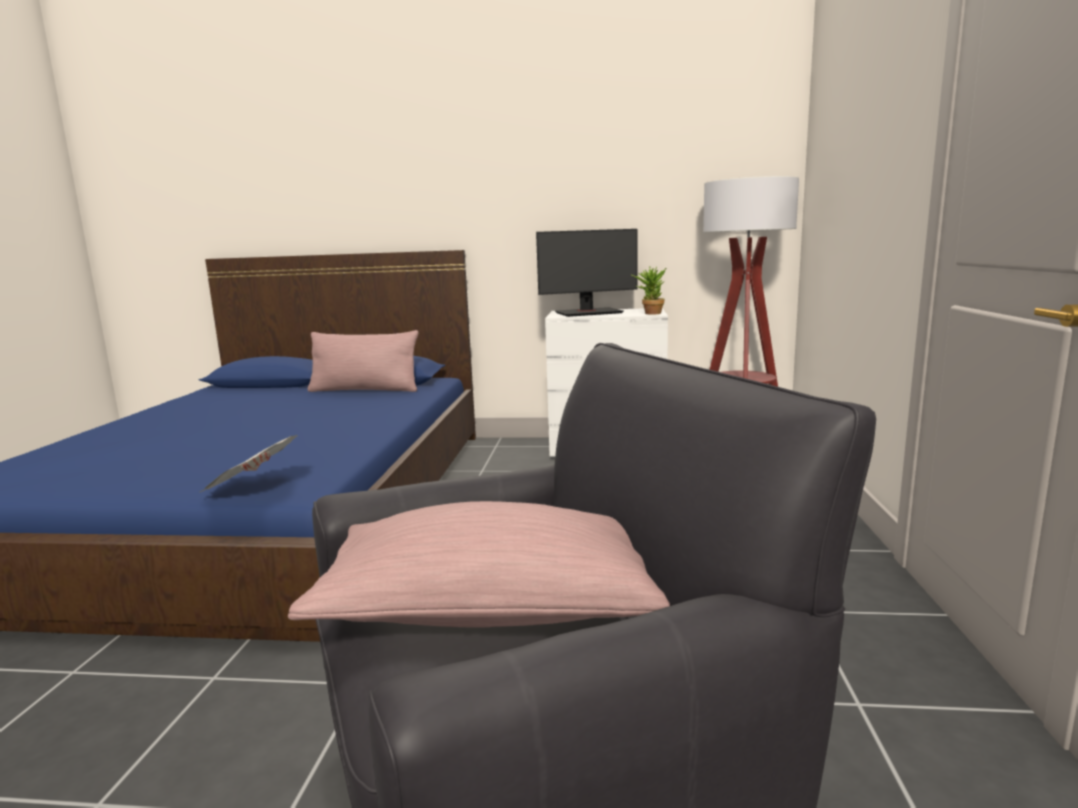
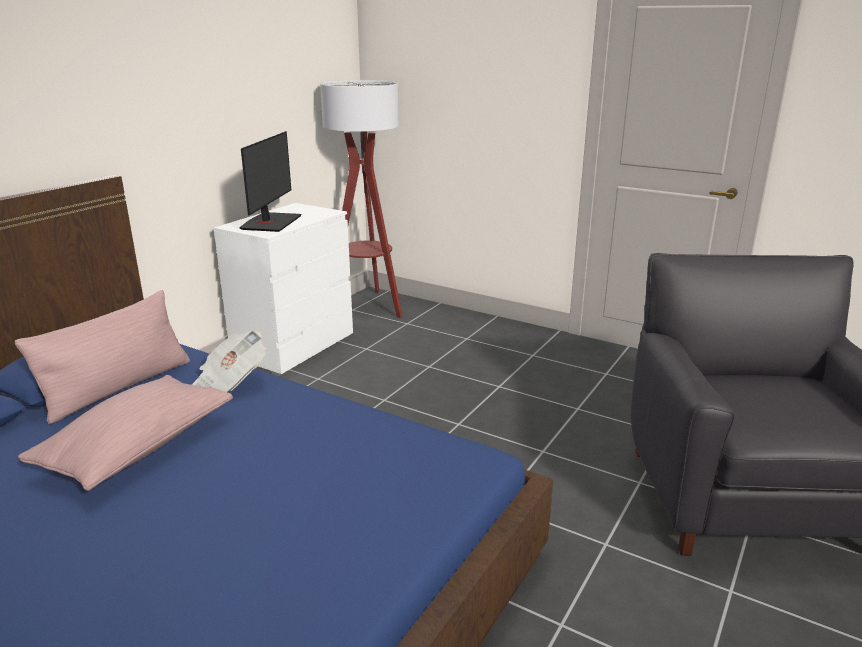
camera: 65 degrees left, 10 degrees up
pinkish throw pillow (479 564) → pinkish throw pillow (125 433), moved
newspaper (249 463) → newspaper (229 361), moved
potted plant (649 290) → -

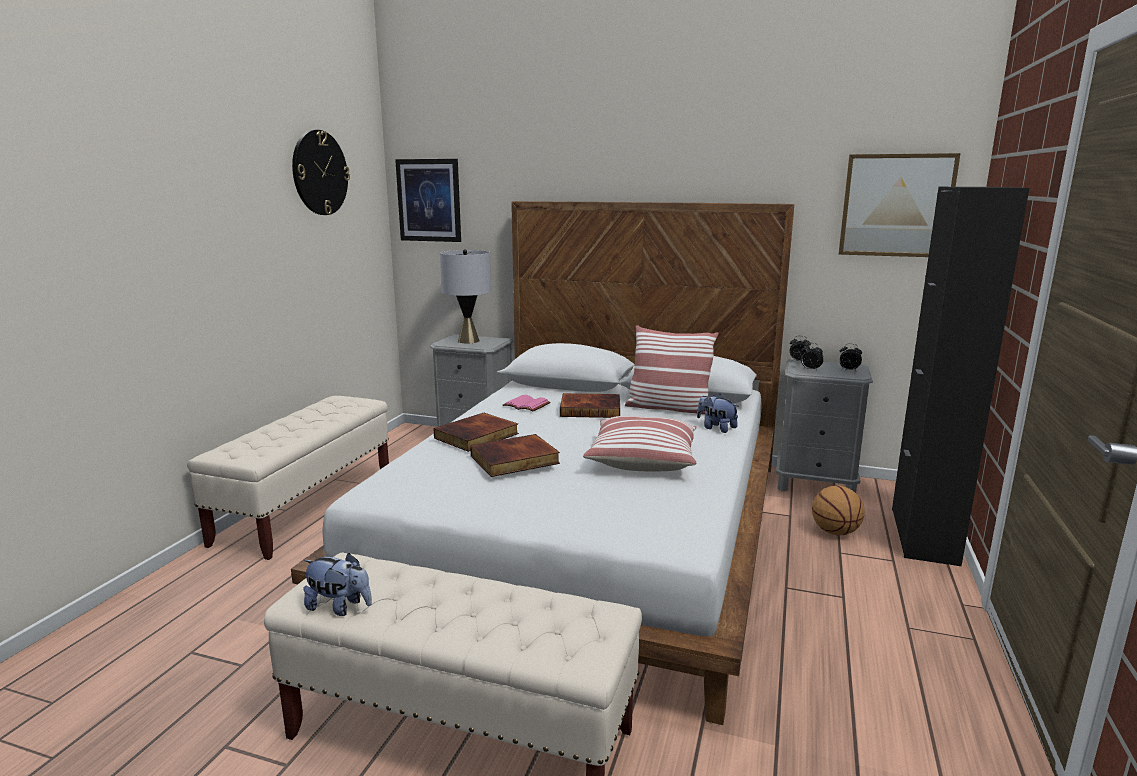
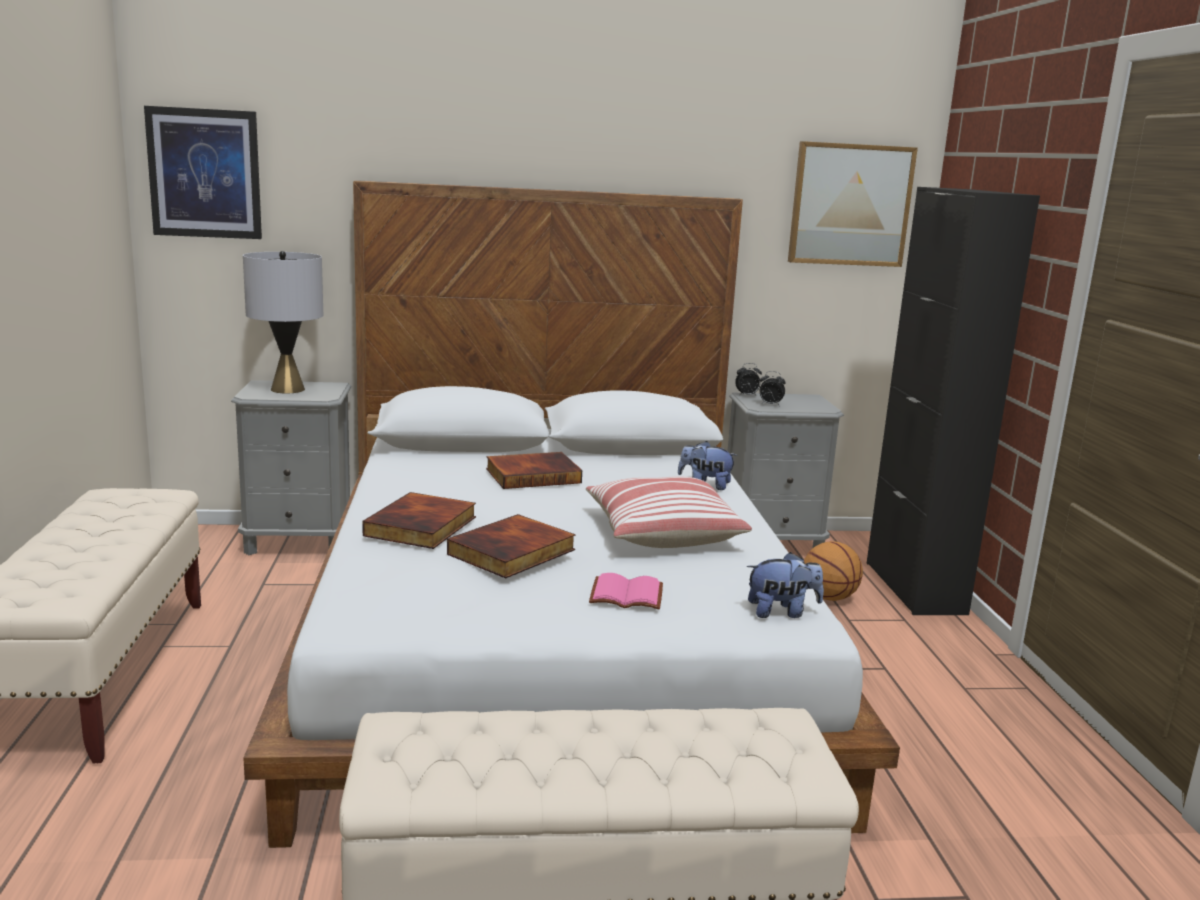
camera: 25 degrees left, 0 degrees up
pinkish volume (527 403) → pinkish volume (626 591), moved
cuddly toy (337 584) → cuddly toy (785 585), moved
hanging clock (321 172) → -
throw pillow (672 370) → -
table clock (851 357) → -

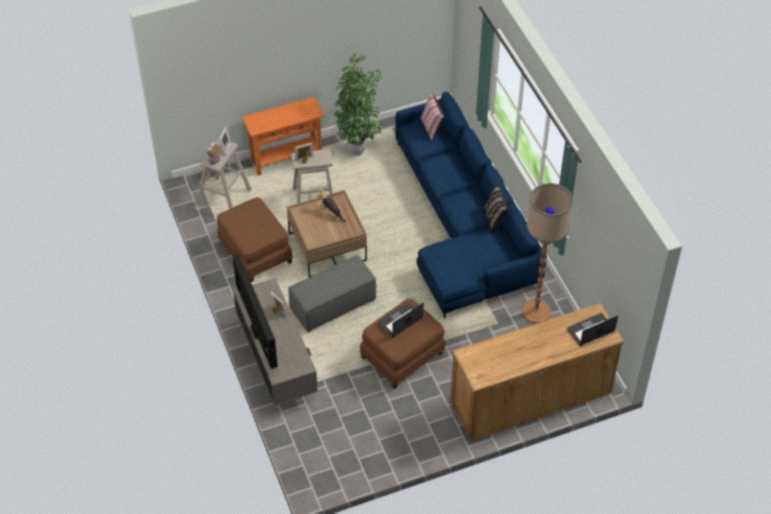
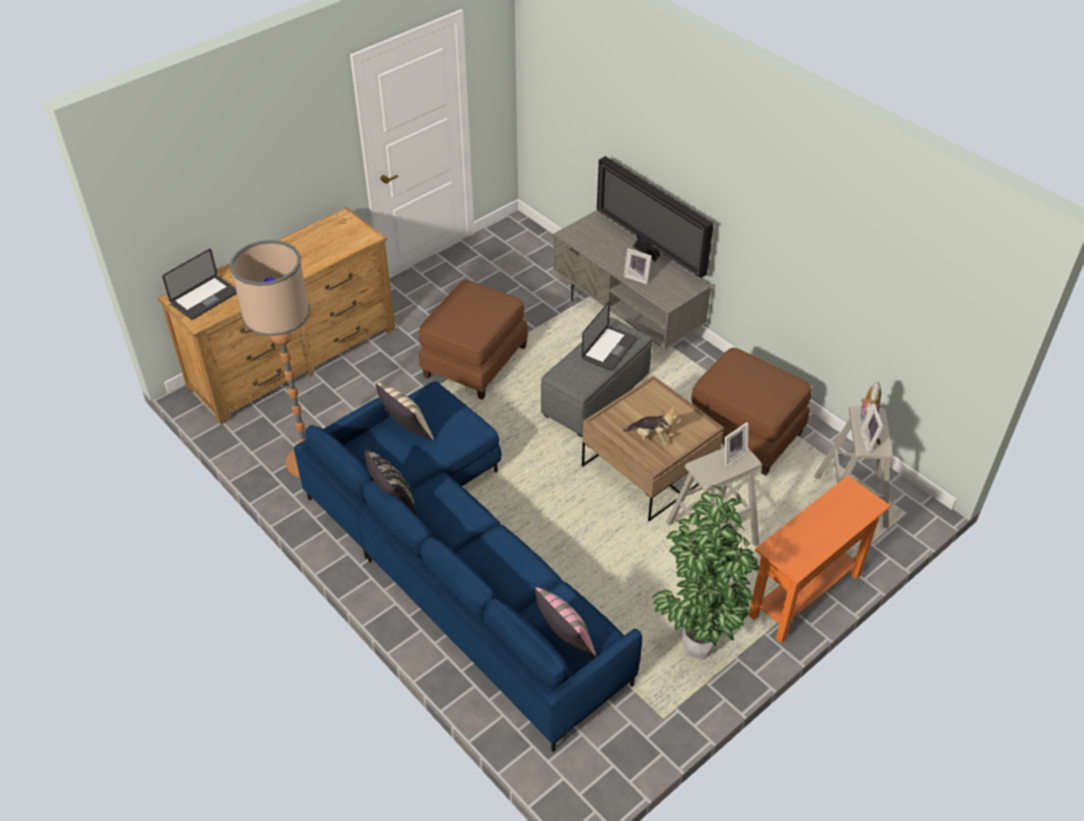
camera: 160 degrees right, 5 degrees down
- → beige-coloured throw pillow (405 412)
laptop (401 319) → laptop (609 336), moved

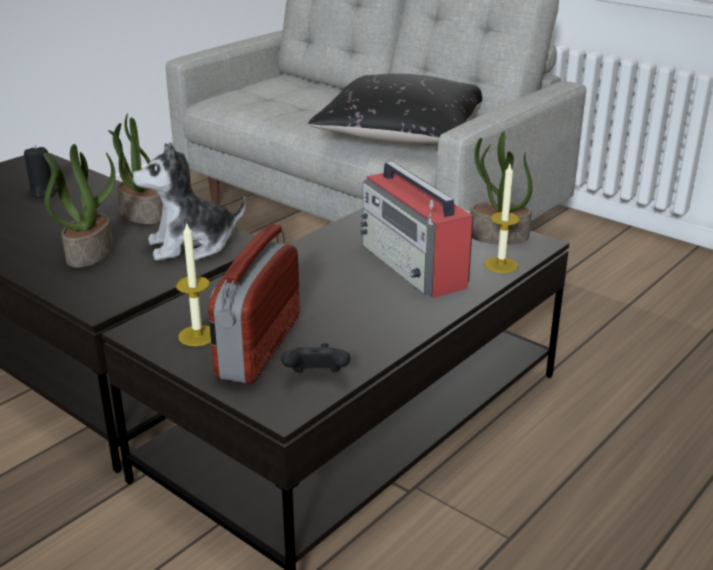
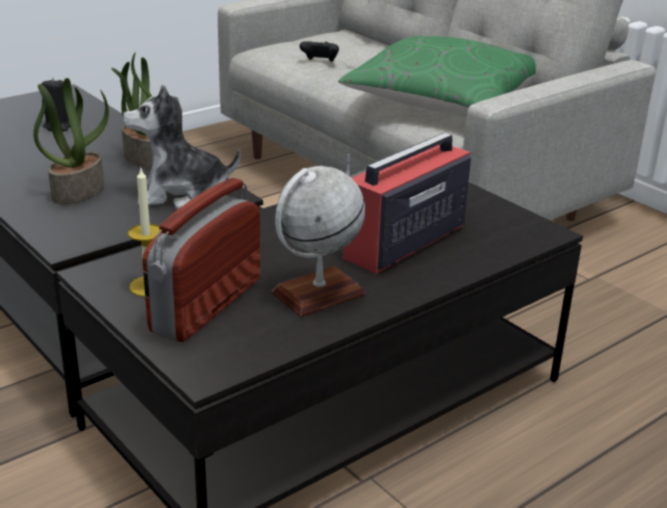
camera: 10 degrees right, 0 degrees up
- → globe (318 241)
blackish game controller (315 358) → blackish game controller (319 51), moved
blackish throw pillow (395 108) → green throw pillow (437 75)
radio receiver (416 229) → radio receiver (405 203), 60 degrees clockwise
potted plant (501 188) → -
candle (502 218) → -

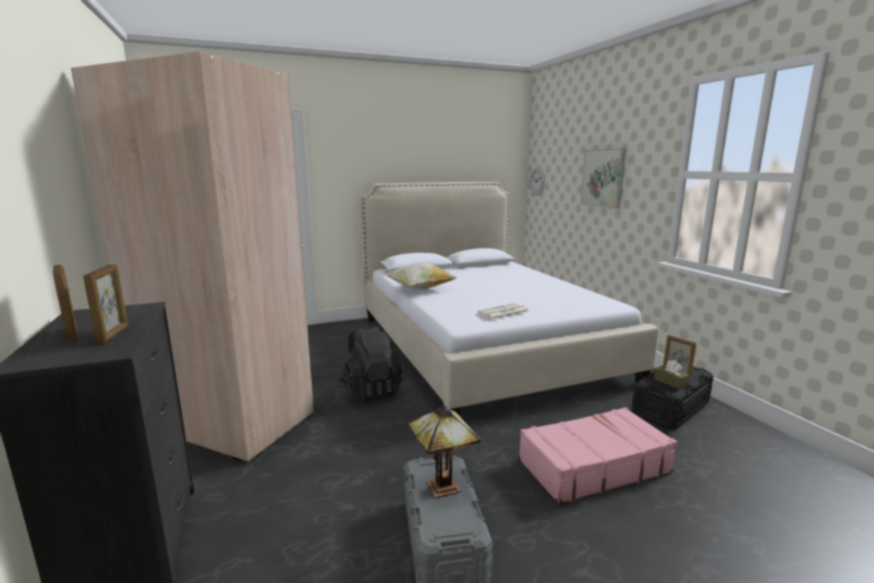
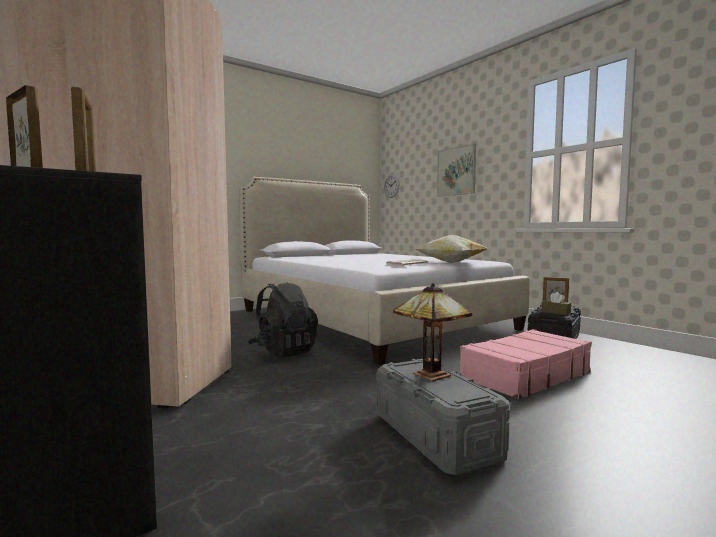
camera: 15 degrees left, 10 degrees down
throw pillow (421 276) → throw pillow (451 249), moved

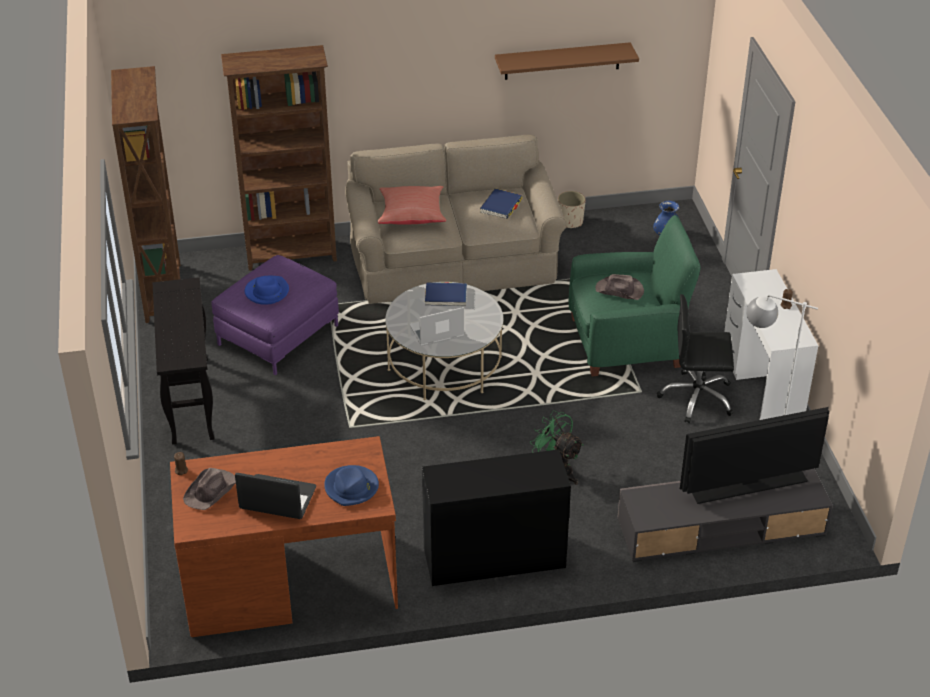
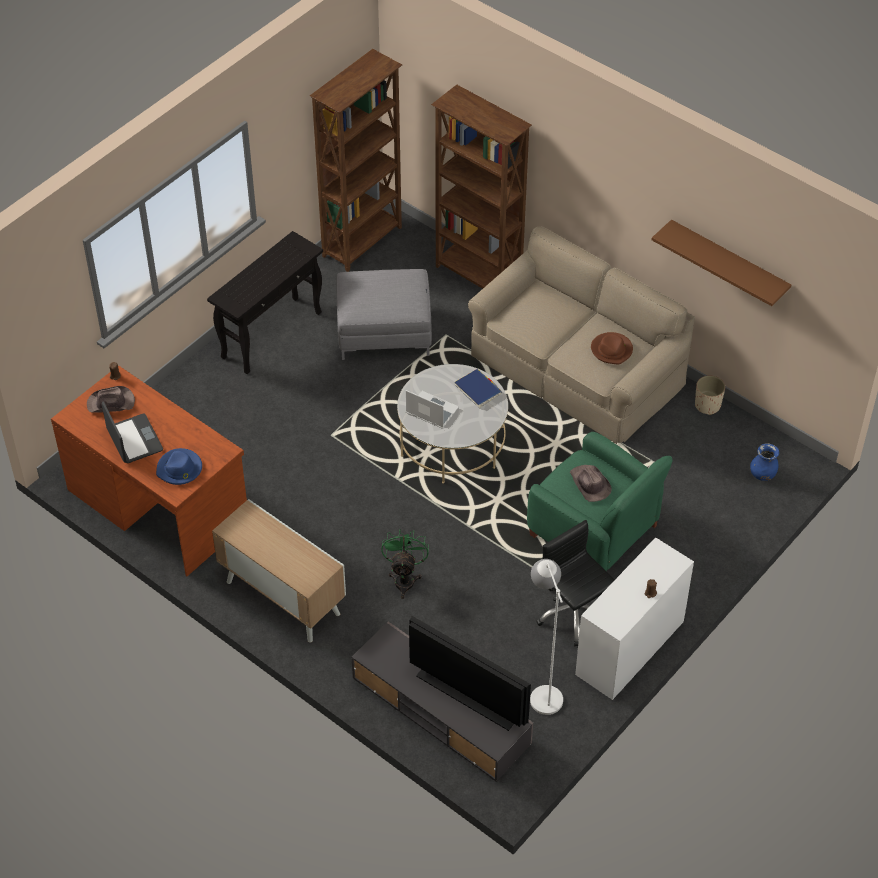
camera: 50 degrees right, 10 degrees up
blackish desk table (496 517) → storage cabinet (279 571)
purple pouffe (275 315) → grey pouffe (384 314)
blue-coloured volume (501 203) → brownish clothing hat (612 348)
blue-coloured clothing hat (267 290) → -
red throw pillow (412 205) → -

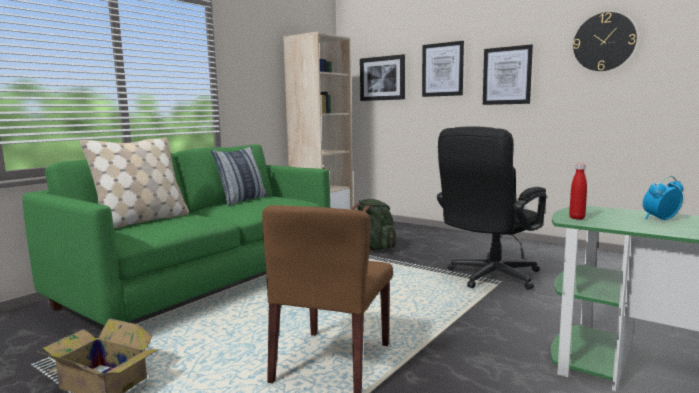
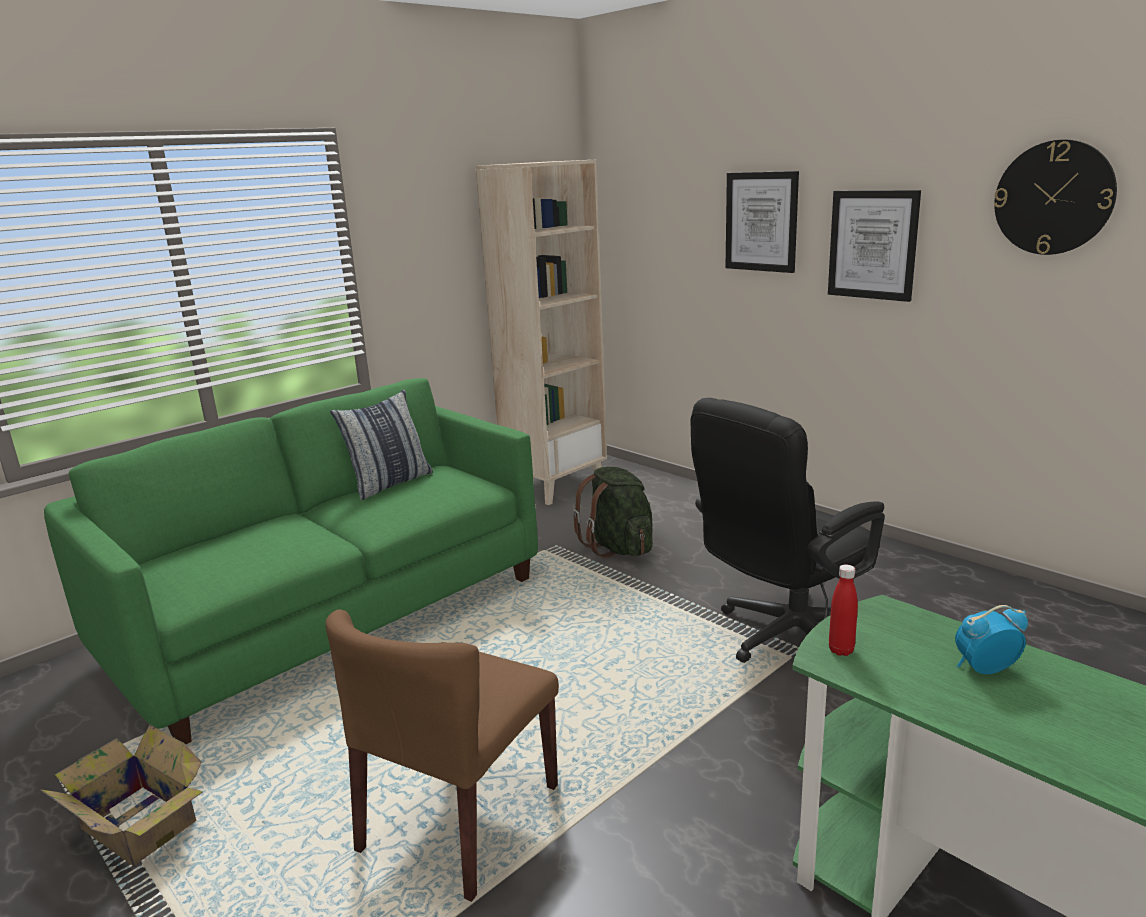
camera: 10 degrees right, 10 degrees up
beige-coloured throw pillow (134 183) → -
picture (382 77) → -

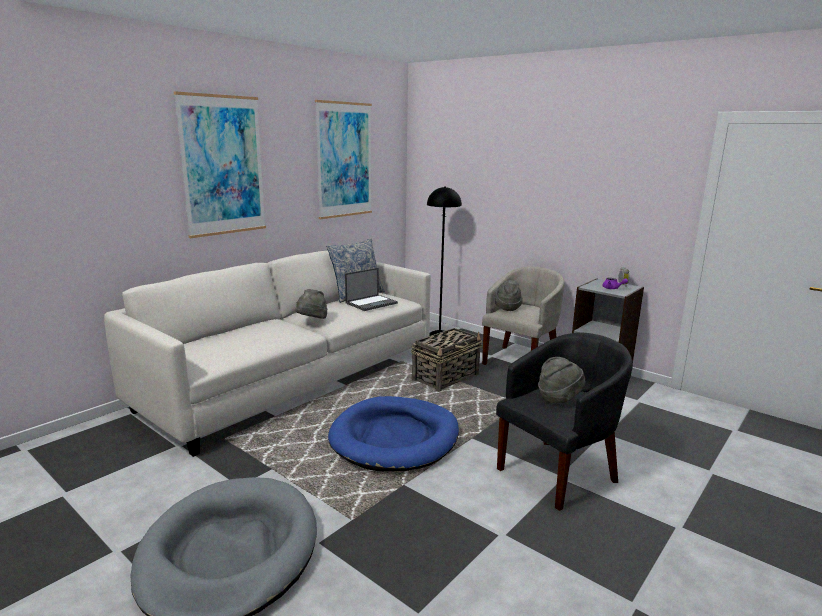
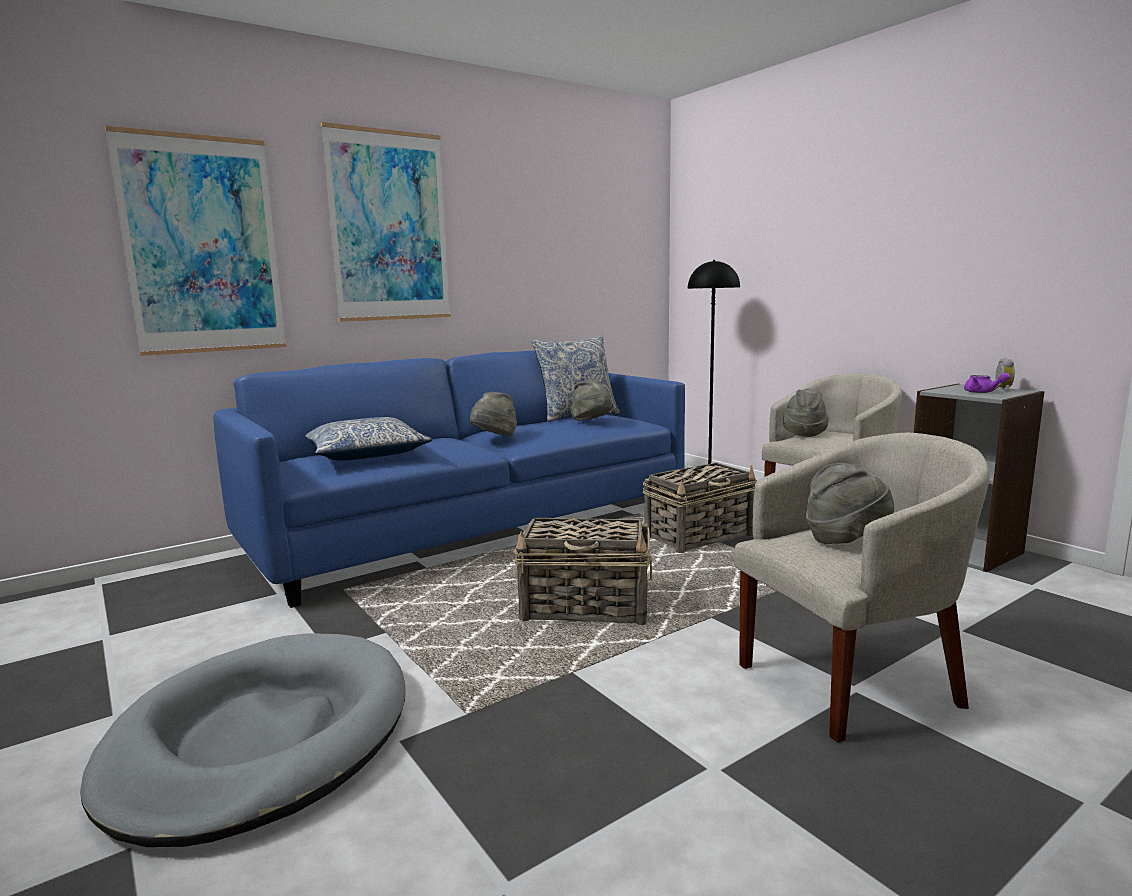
camera: 15 degrees right, 5 degrees down
picture (343 159) → picture (195 241), moved
white-coloured settee (267 354) → blue-coloured settee (449 479)
- → throw pillow (368 439)
blue-coloured dog bed (393 434) → basket (583 571)
laptop (371 289) → grey clothing hat (591 400)
blackish armchair (564 422) → beige-coloured armchair (862 588)

